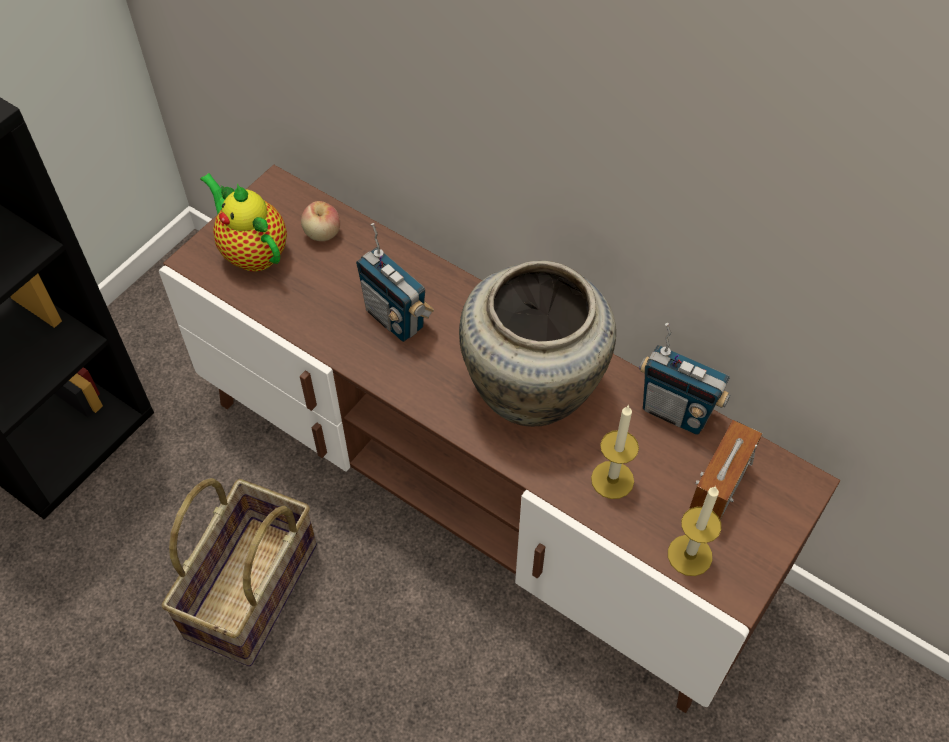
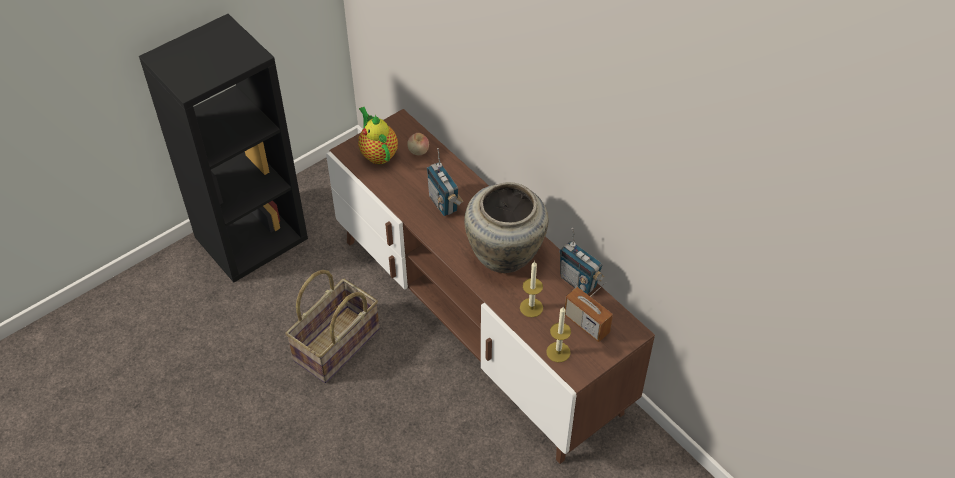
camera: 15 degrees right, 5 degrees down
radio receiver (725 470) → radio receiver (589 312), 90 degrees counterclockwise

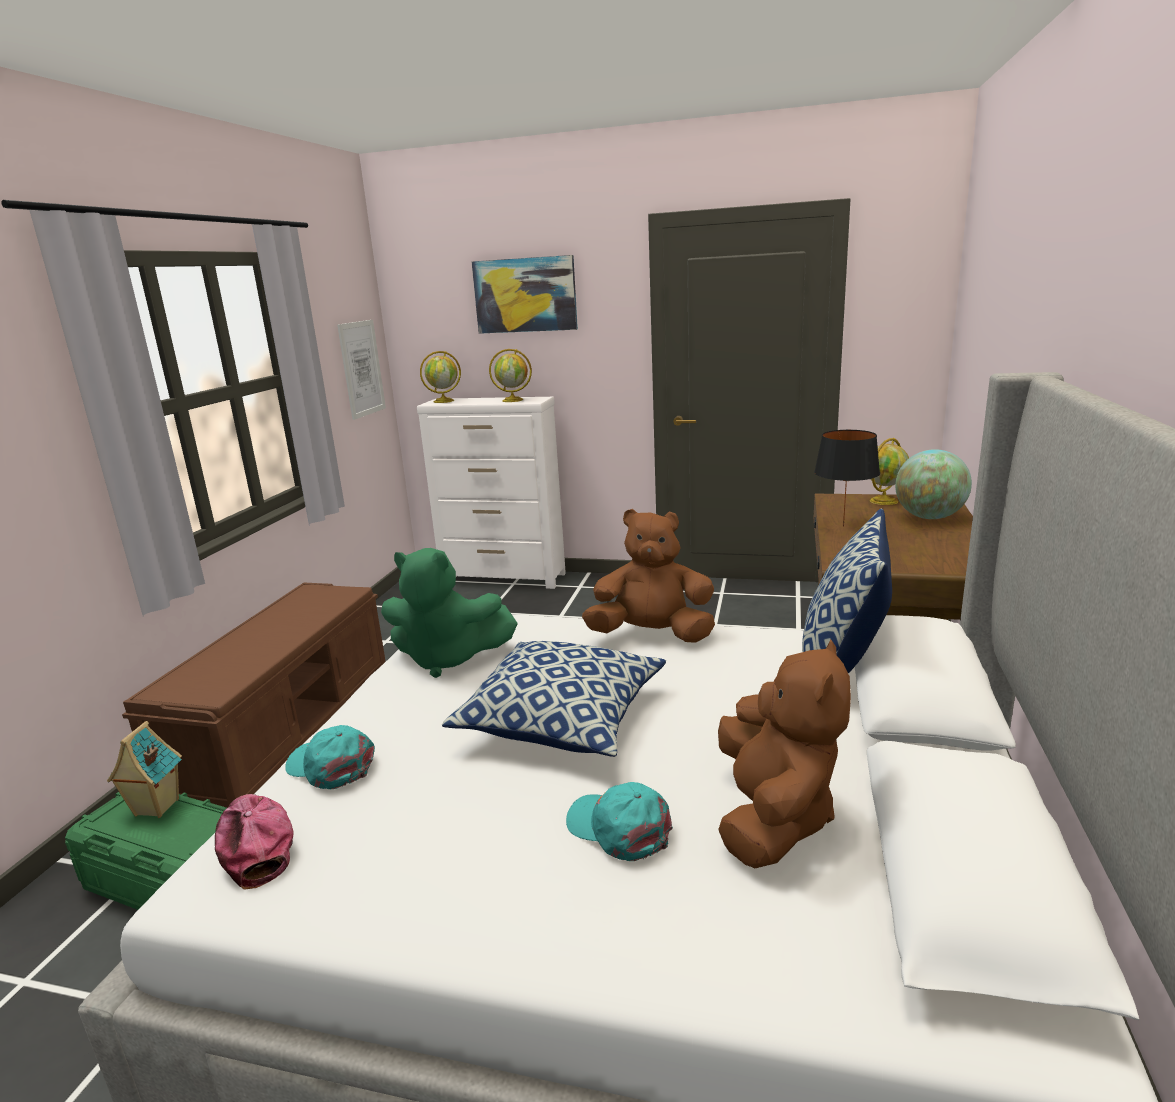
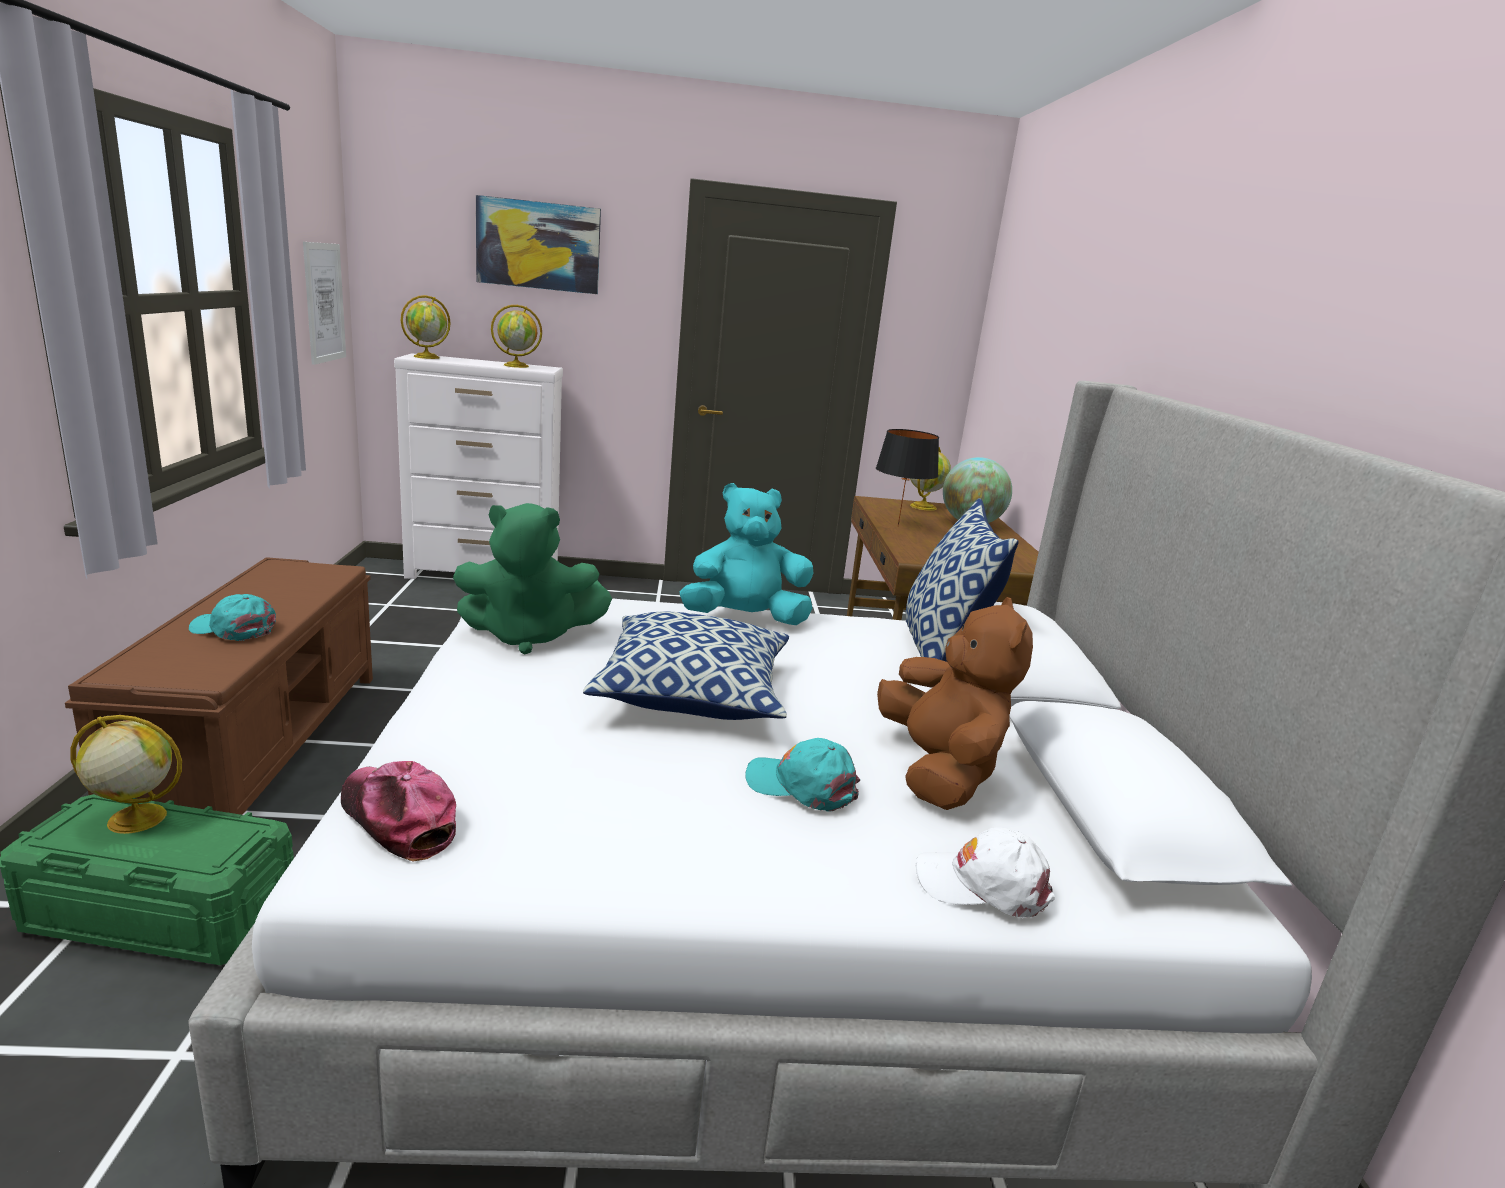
camera: 20 degrees left, 0 degrees up
toy house (144 769) → globe (126 774)
turquoise-coloured peaked cap (330 757) → turquoise-coloured peaked cap (232 617), moved
brownish cuddly toy (648 576) → turquoise-coloured cuddly toy (746 554)
- → white-coloured peaked cap (985 872)

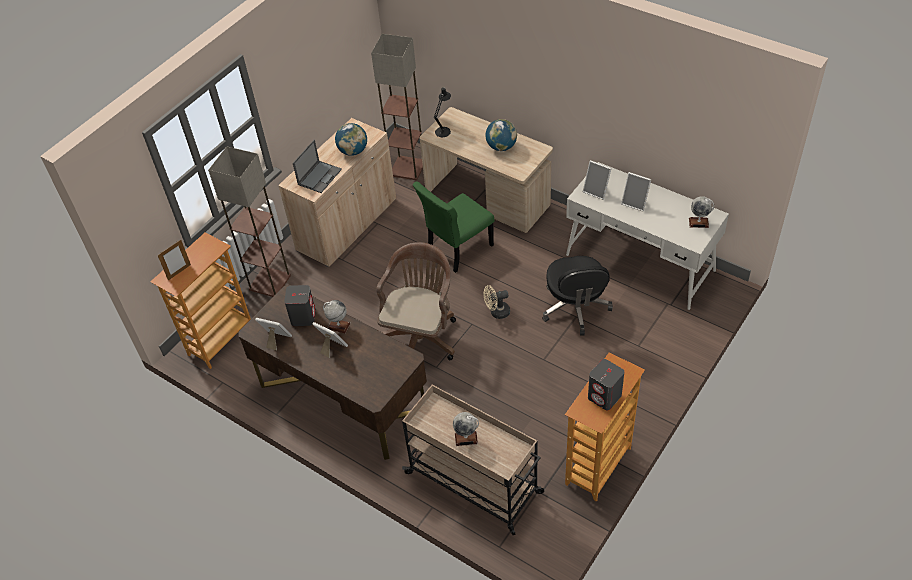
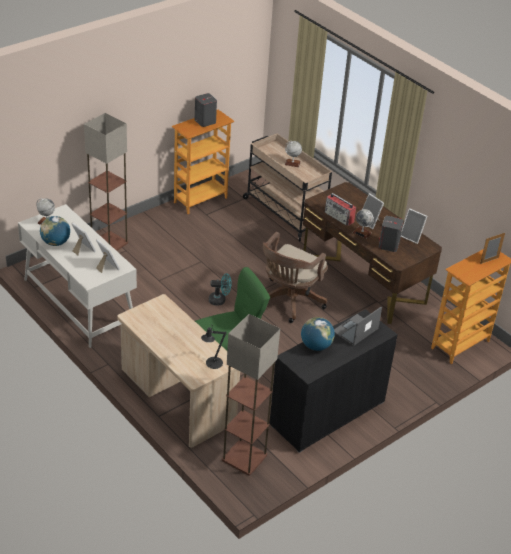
camera: 170 degrees left, 10 degrees down
globe (501 135) → globe (55 231), moved
standing lamp (249 221) → standing lamp (106 182), moved
beige-coloured cooling fan (496 302) → turquoise-coloured cooling fan (220 289)
beige-coloured storage cabinet (337 192) → blackish storage cabinet (333 381)
- → radio receiver (340 209)
blackish desk chair (577 295) → -

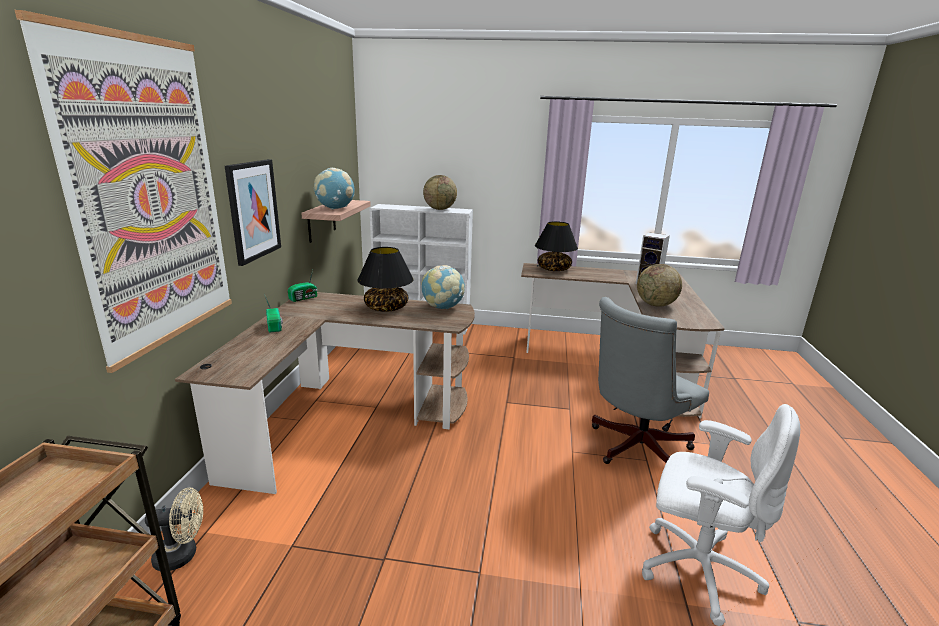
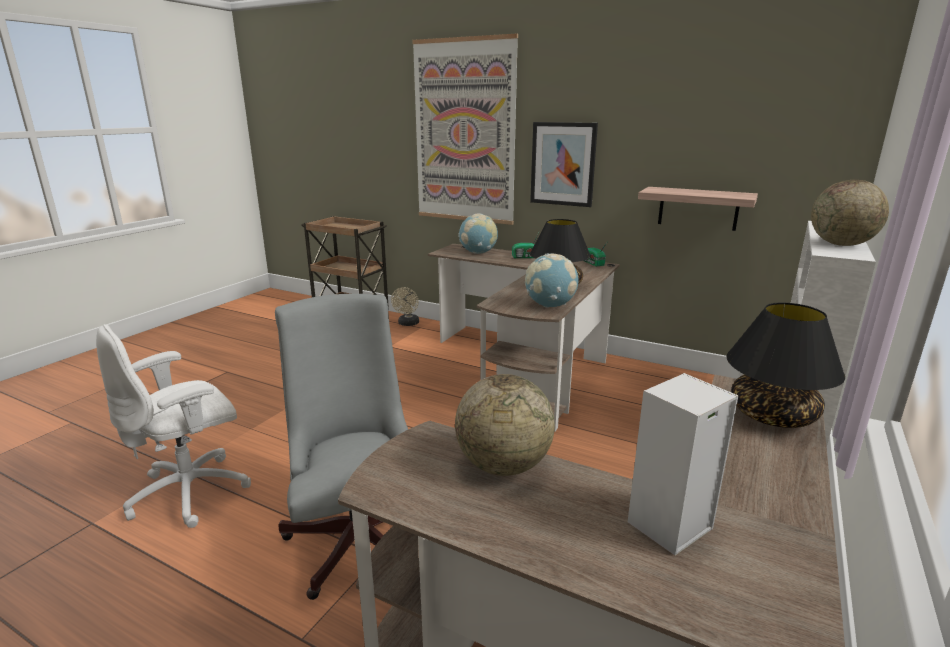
camera: 110 degrees right, 0 degrees up
globe (334 188) → globe (478 234), moved

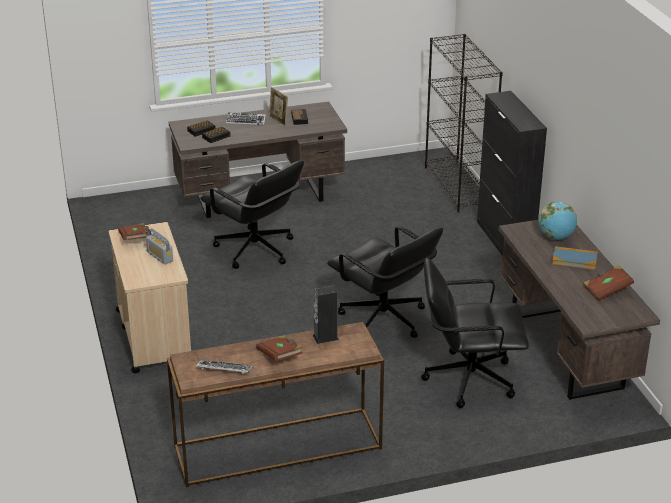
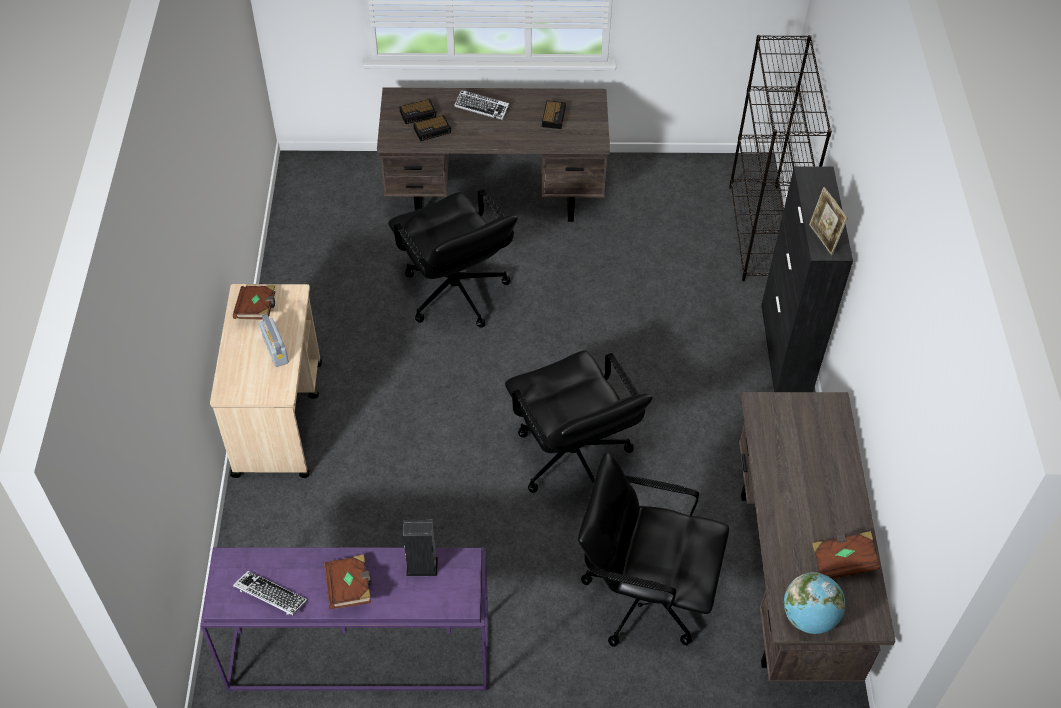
camera: 15 degrees right, 20 degrees up
brownish hall table (275 404) → purple hall table (344 619)
globe (557 221) → globe (815 603), moved
picture frame (278 107) → picture frame (828 221), moved
volume (574 258) → -

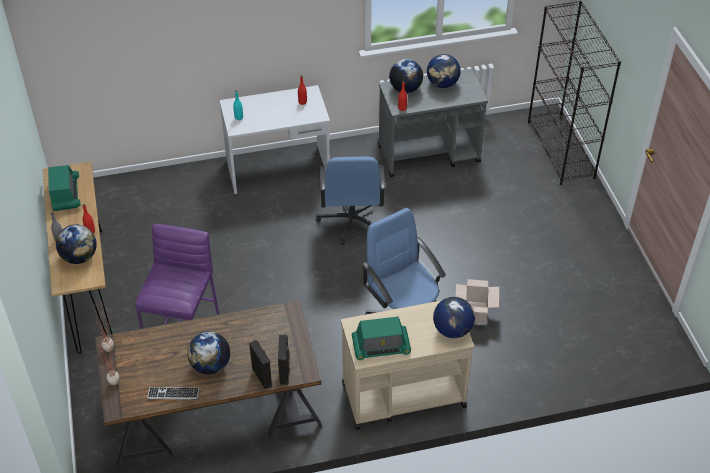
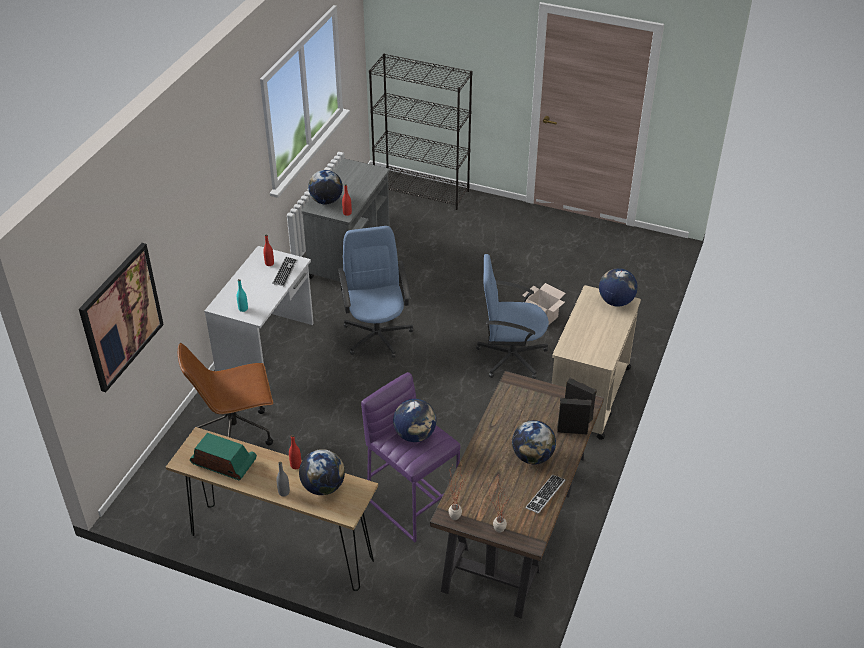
camera: 55 degrees left, 5 degrees down
- → picture (121 317)
- → brownish desk chair (225 394)
- → keyboard (284 271)
blue-coloured desk chair (350 201) → blue-coloured desk chair (375 292), 135 degrees counterclockwise
globe (443 71) → globe (414 420), moved
radio receiver (381 338) → -

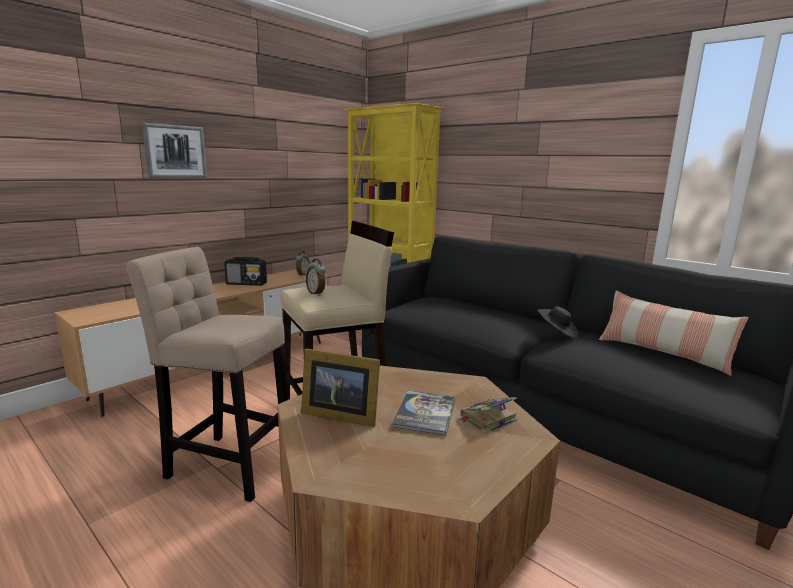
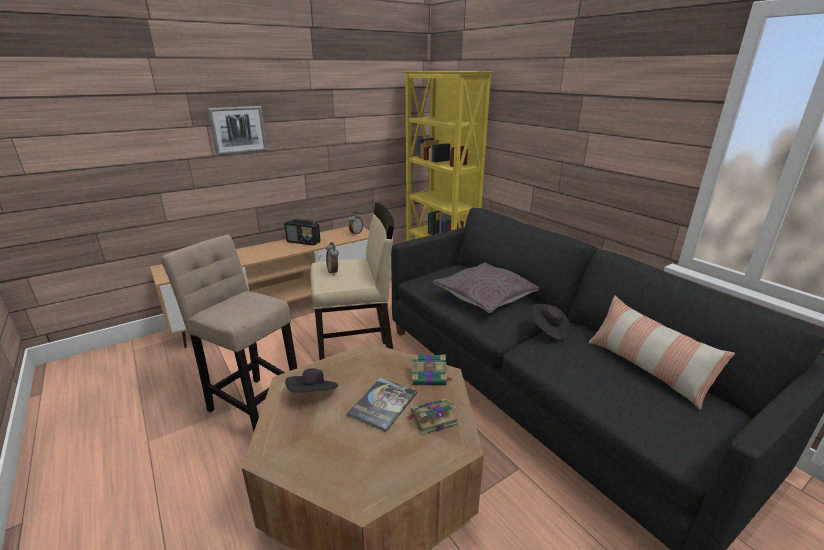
camera: 15 degrees right, 10 degrees up
picture frame (340 388) → blackish clothing hat (311 380)
- → volume (432 370)
- → grey throw pillow (486 287)

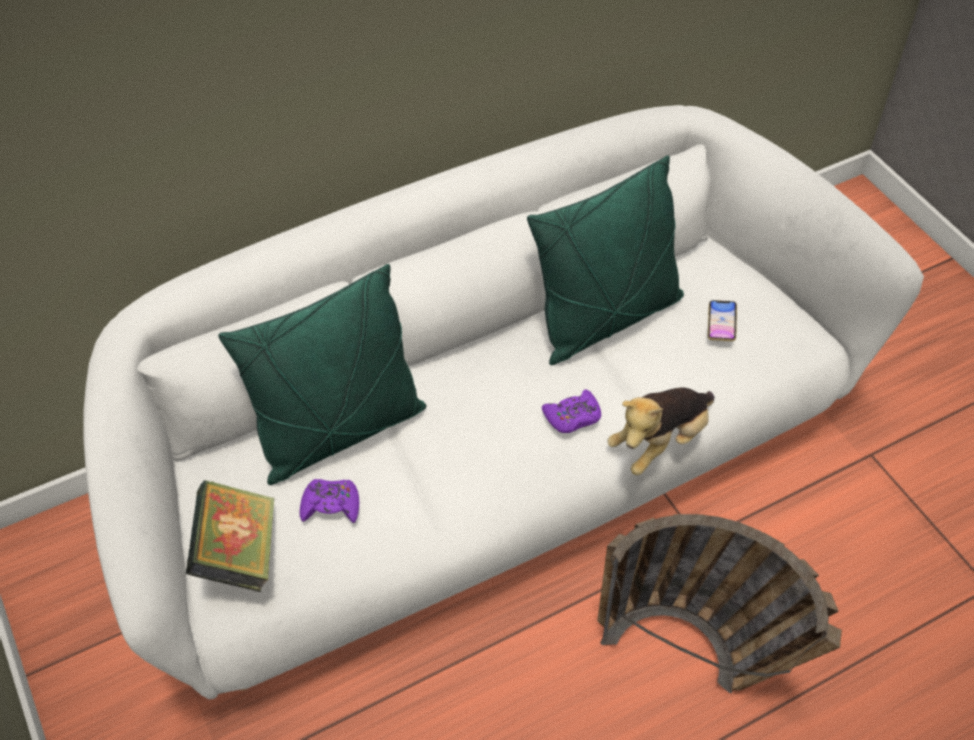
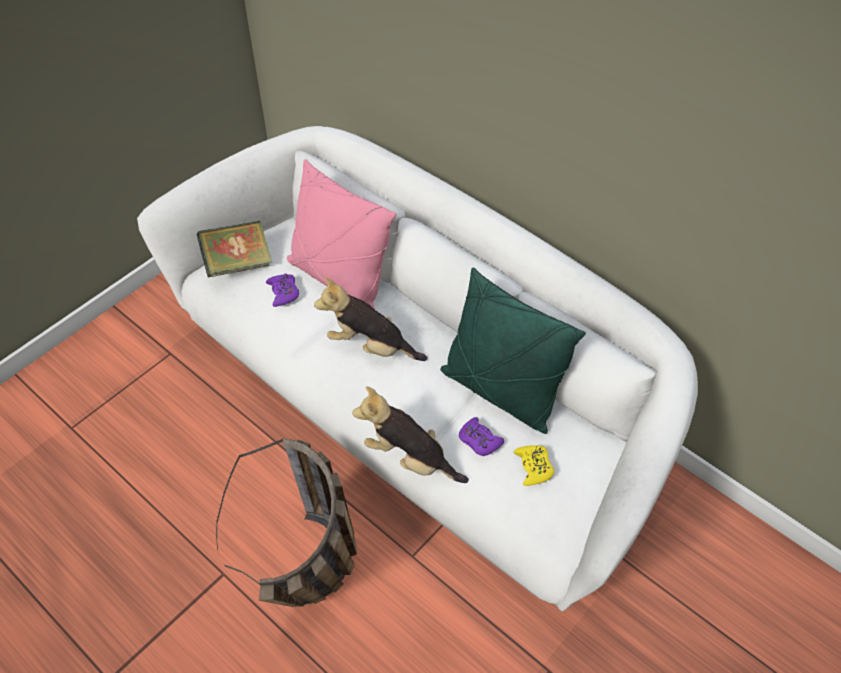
camera: 70 degrees right, 0 degrees up
green throw pillow (322 374) → pinkish throw pillow (341 234)
- → cuddly toy (370 319)
purple game controller (571 411) → purple game controller (481 436), moved
phone (722 320) → yellowish game controller (533 465)

